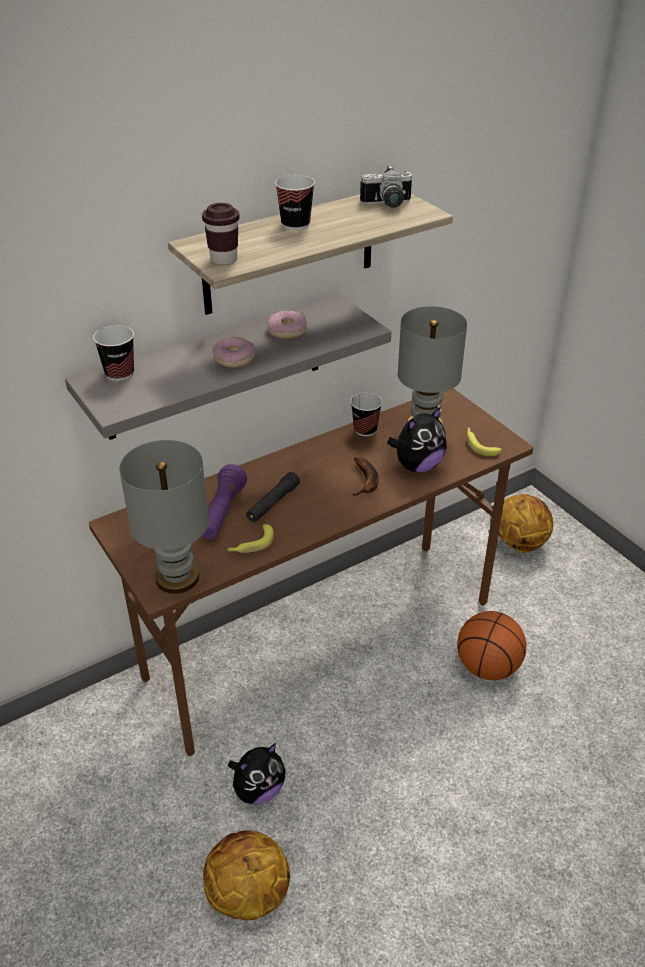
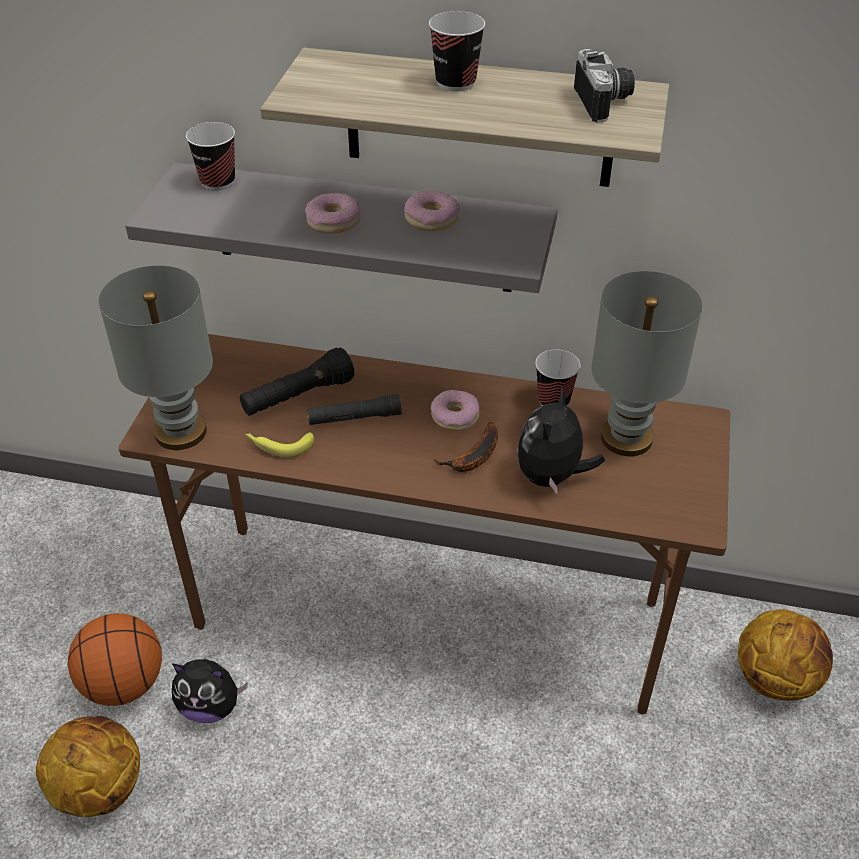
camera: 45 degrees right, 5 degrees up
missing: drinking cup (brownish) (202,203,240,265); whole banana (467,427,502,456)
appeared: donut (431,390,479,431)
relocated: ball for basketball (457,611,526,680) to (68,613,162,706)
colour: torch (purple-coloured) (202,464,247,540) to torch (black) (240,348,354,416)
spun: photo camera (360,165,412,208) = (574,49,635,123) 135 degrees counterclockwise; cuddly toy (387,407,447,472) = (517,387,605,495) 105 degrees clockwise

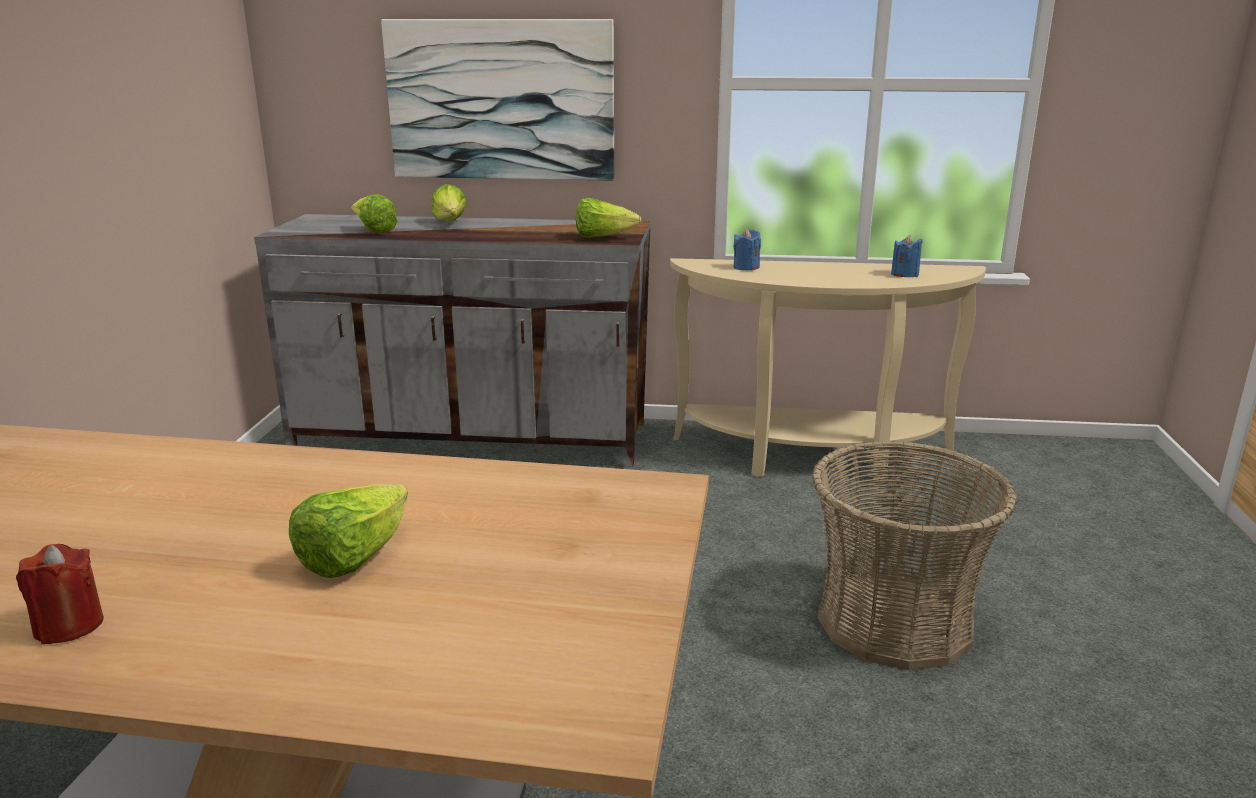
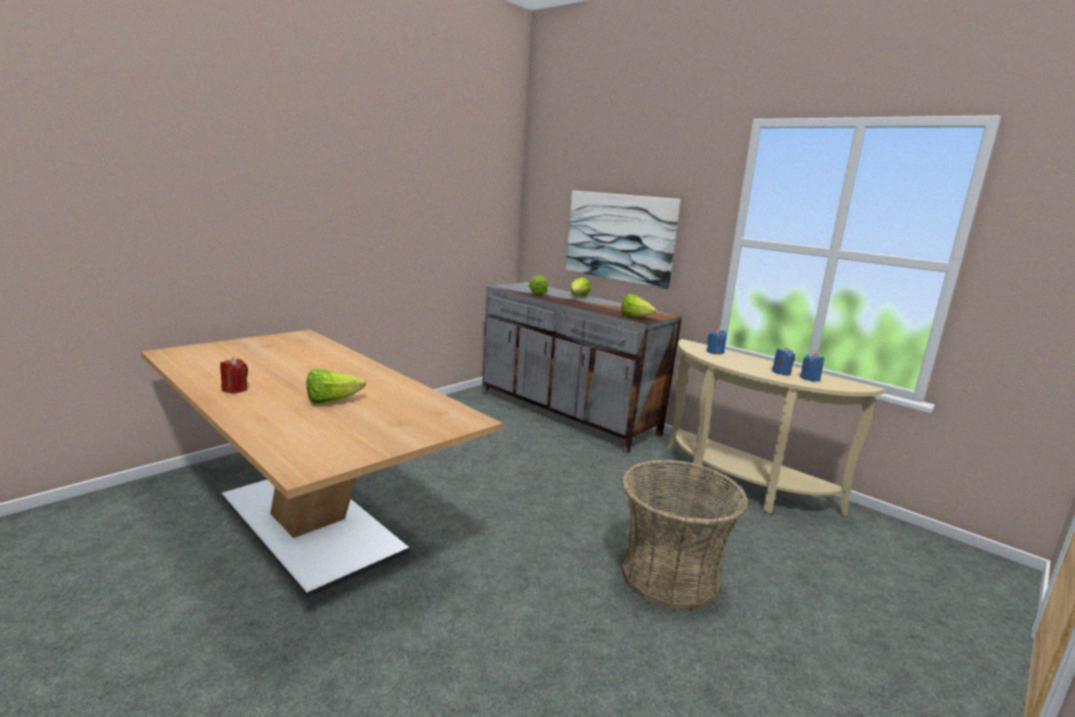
camera: 35 degrees right, 5 degrees down
appeared: candle (blue-coloured) (772,347,795,375)

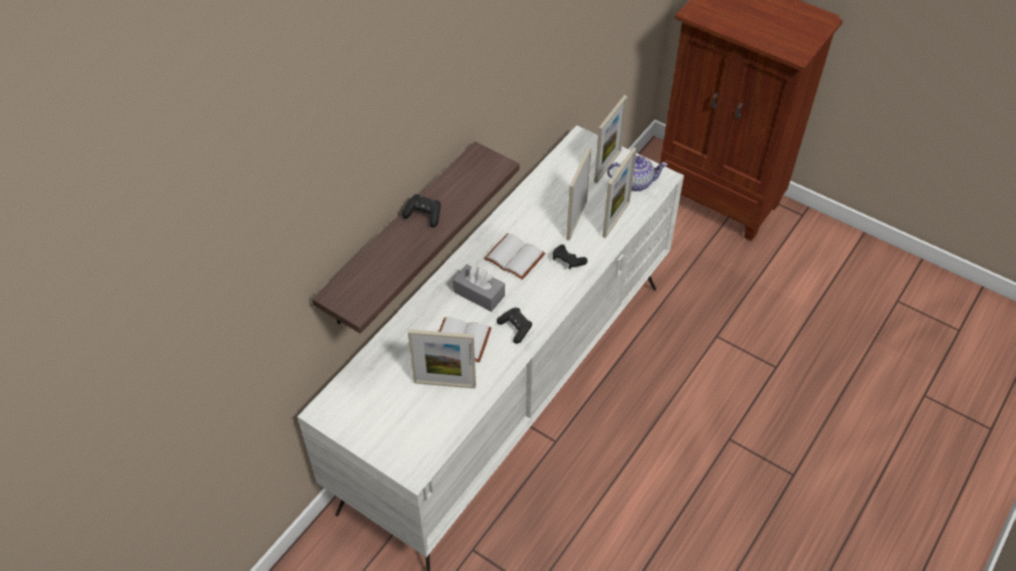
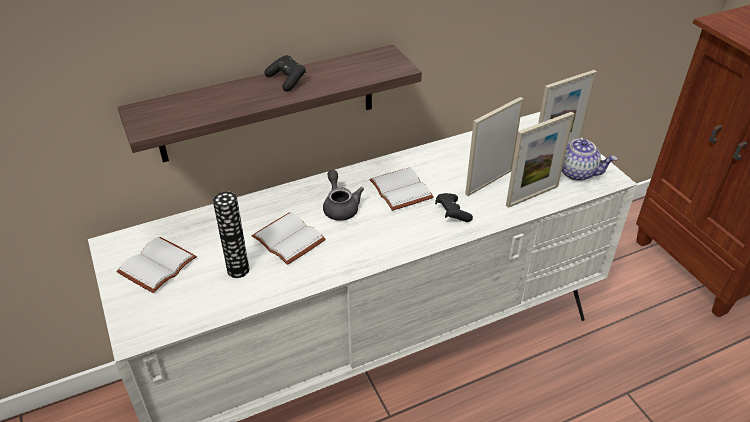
camera: 30 degrees right, 10 degrees down
missing: gamepad (black) (497,308,532,344)
appeared: bound book (whitish) (116,237,197,293)
exchanged: standing frame (408,329,476,389) to vase (213,192,249,278); box of tissues (grey) (453,264,505,312) to tea pot (grey) (323,170,364,221)

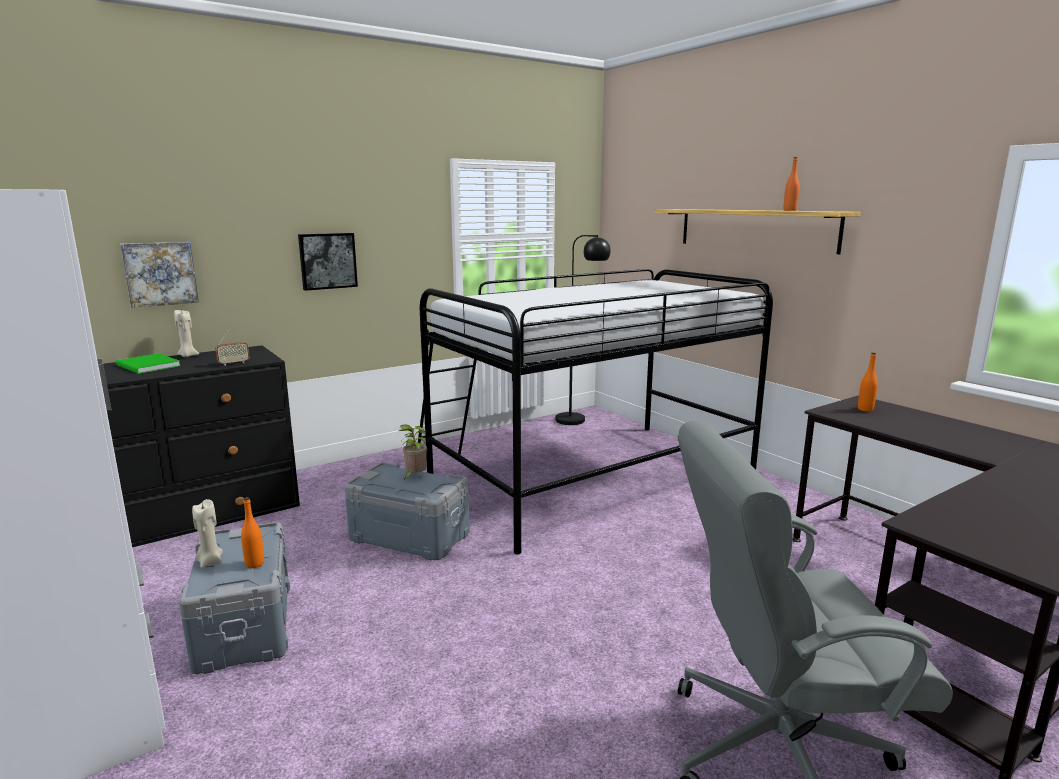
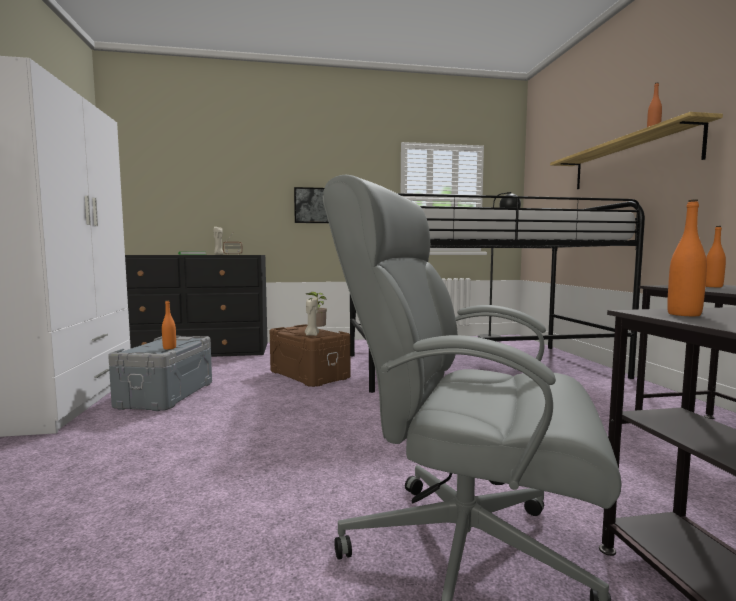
camera: 25 degrees right, 10 degrees down
missing: wall art (120,242,199,308)
appeared: beverage bottle (orangey) (667,199,707,316)
relocated: candle (sand-coloured) (192,499,223,568) to (305,298,319,336)
colour: storage bin (grey) (344,462,470,560) to storage bin (brownish) (270,324,350,387)

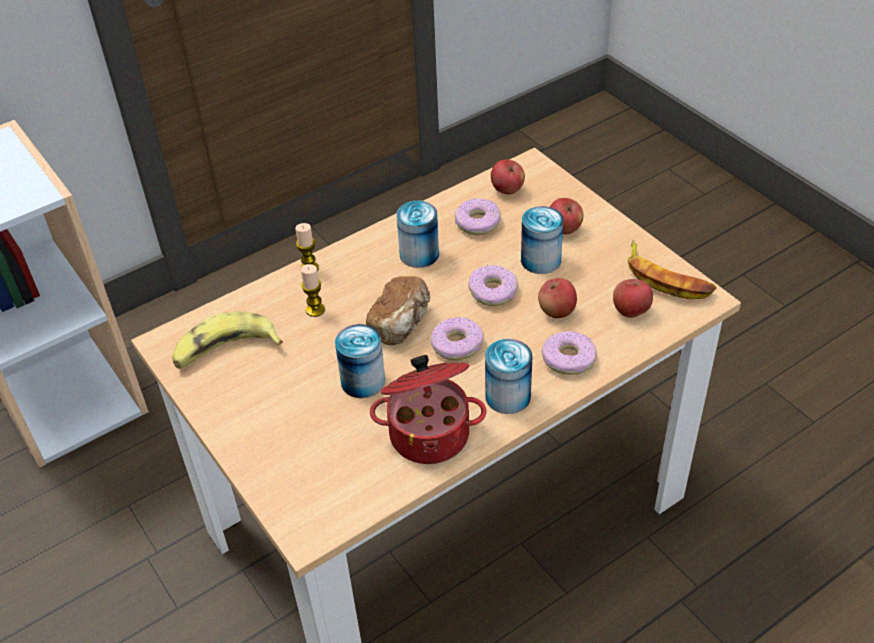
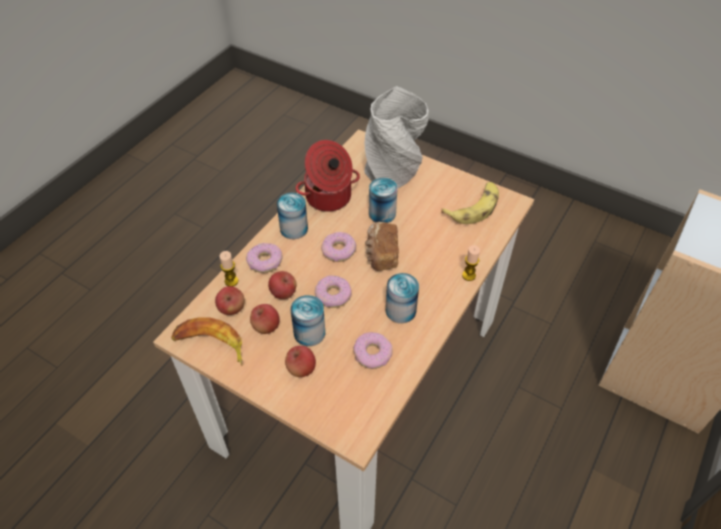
camera: 155 degrees right, 5 degrees up
appeared: vase (grey) (364,86,429,188)
relocated: candle (301,264,325,317) to (220,251,238,286); apple (491,160,525,194) to (250,304,279,334)

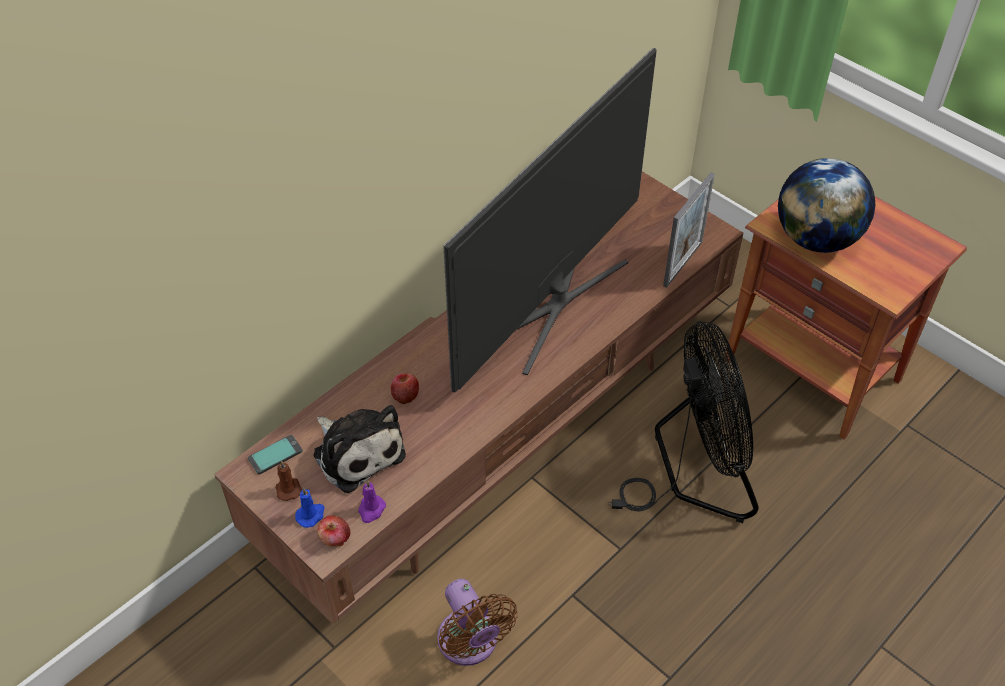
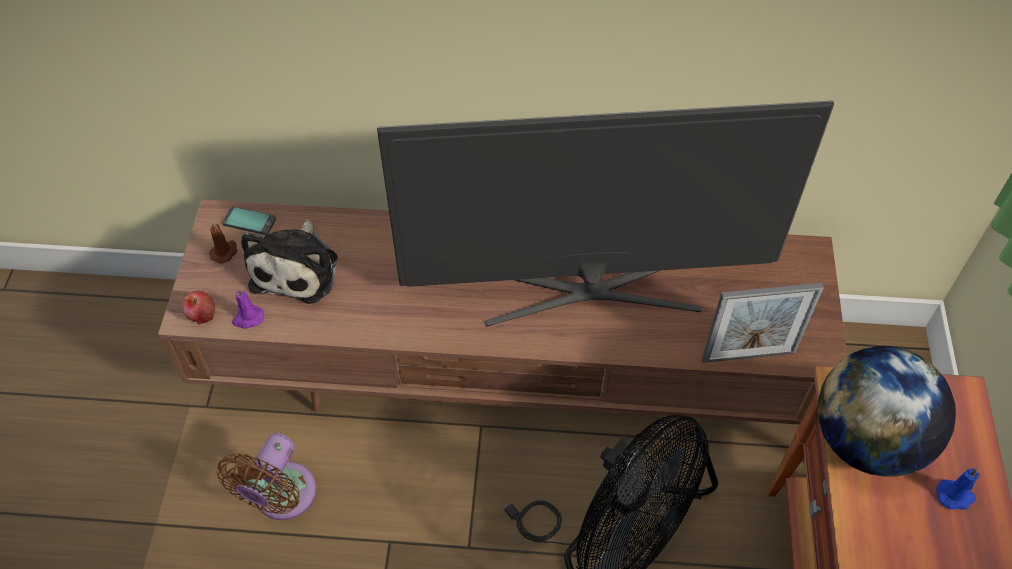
camera: 50 degrees right, 5 degrees up
missing: apple (391,373,419,404)
relocated: candle (blue-coloured) (295,487,325,528) to (936,468,980,510)

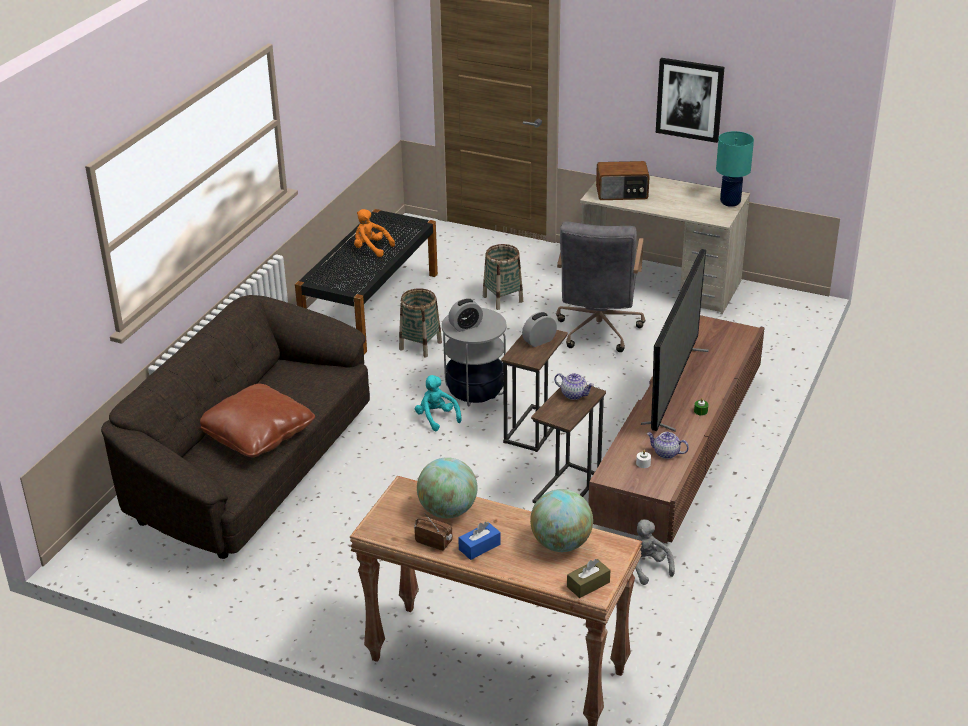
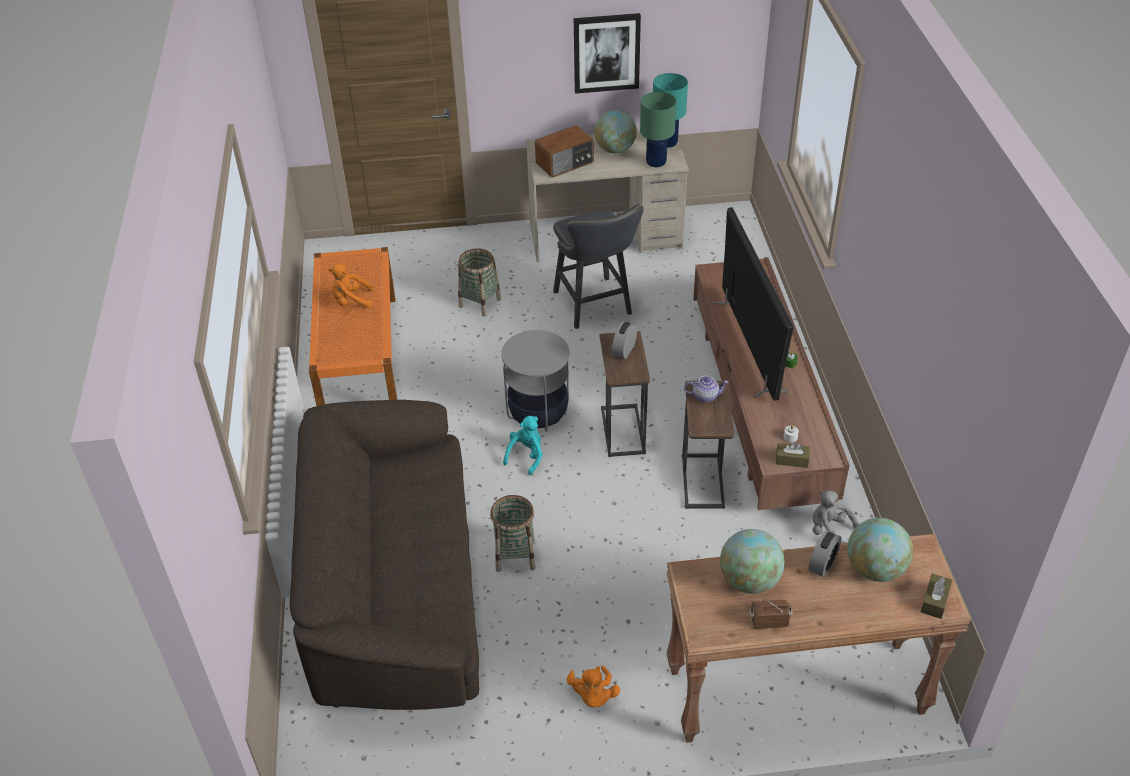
camera: 30 degrees left, 10 degrees up
missing: throw pillow (brownish) (200,384,315,457); box of tissues (blue-coloured) (458,522,501,560); tea pot (647,432,689,459)
appeared: cuddly toy (orangey) (567,666,620,708); desk globe (594,110,637,153); tabletop lamp (green) (640,92,676,167); box of tissues (brownish) (776,442,810,468)
relocated: basket (399,288,442,357) to (490,495,536,572); alarm clock (448,298,483,332) to (808,530,841,577)
exchanged: computer chair (grey) (556,221,646,352) to stool seat (grey) (553,204,644,329)
colour: long seat (black) (295,209,438,354) to long seat (orangey) (309,247,397,406)
spun: cuddly toy (turquoise-coloured) (415,375,462,431) = (503,416,542,475) 90 degrees clockwise

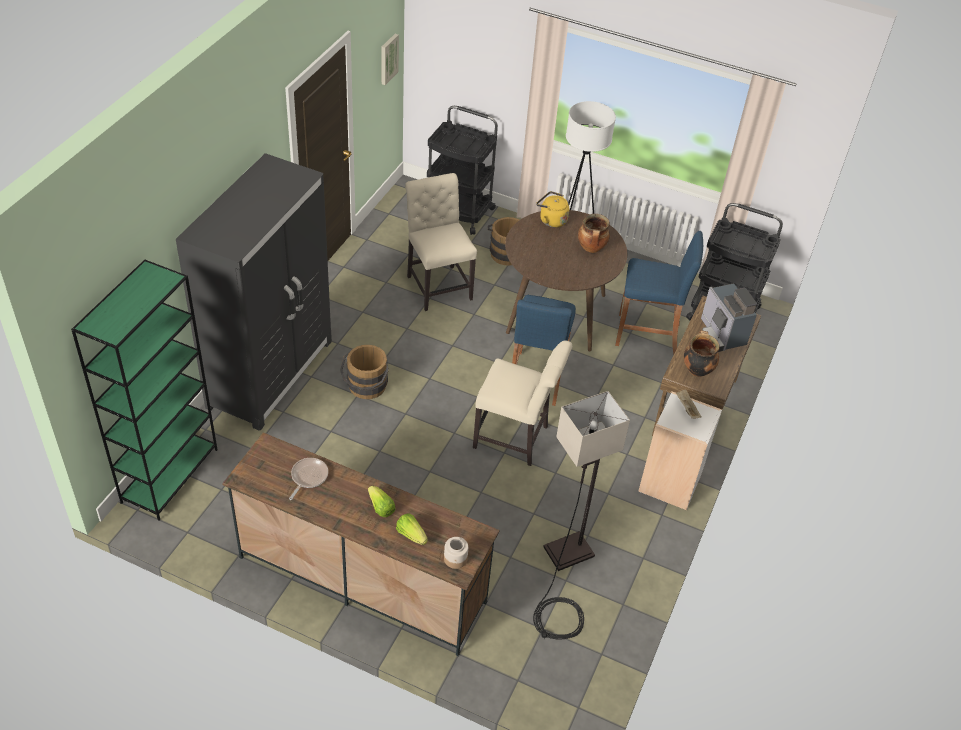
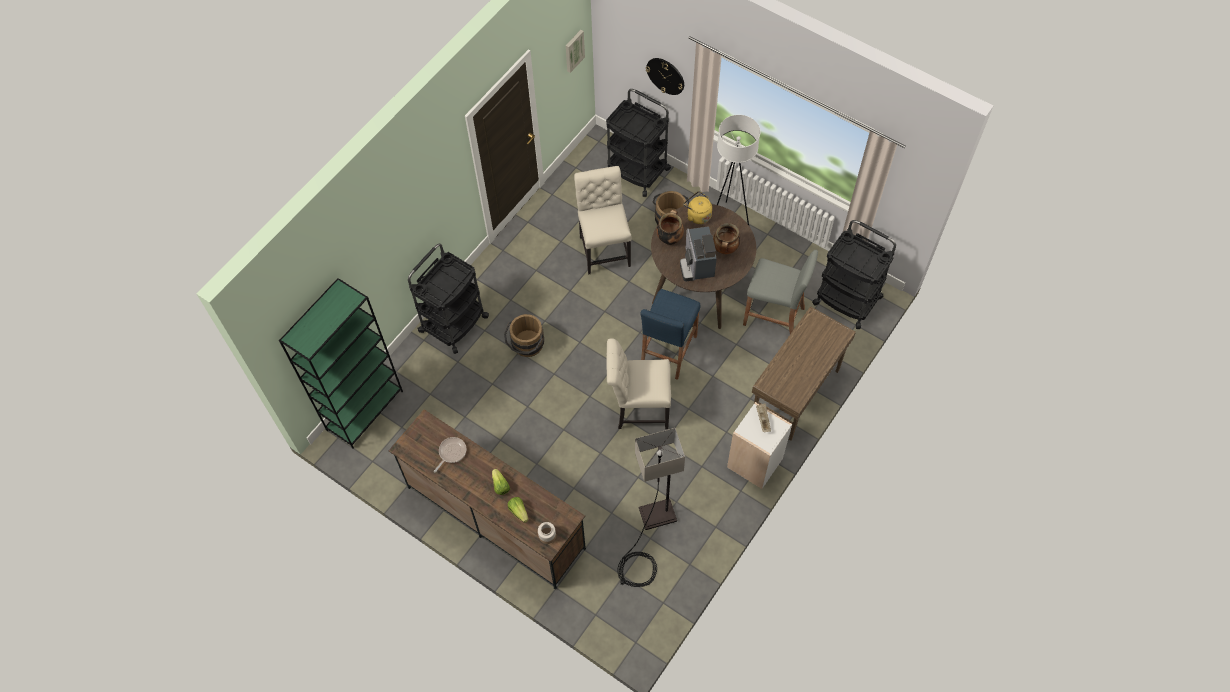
camera: 15 degrees right, 15 degrees up
appeared: clock on the wall (646,58,684,95)
relocated: cooking pot (684,330,720,377) to (657,210,684,245); coffee brewer (701,283,757,352) to (680,226,717,281)
exchanged: storage cabinet (black) (176,153,332,431) to cart (black) (408,244,489,354)
colour: stool seat (blue-coloured) (615,231,703,355) to stool seat (grey) (743,250,818,334)
spun: chair (sand-coloured) (473,341,572,466) = (606,338,671,429) 150 degrees clockwise

